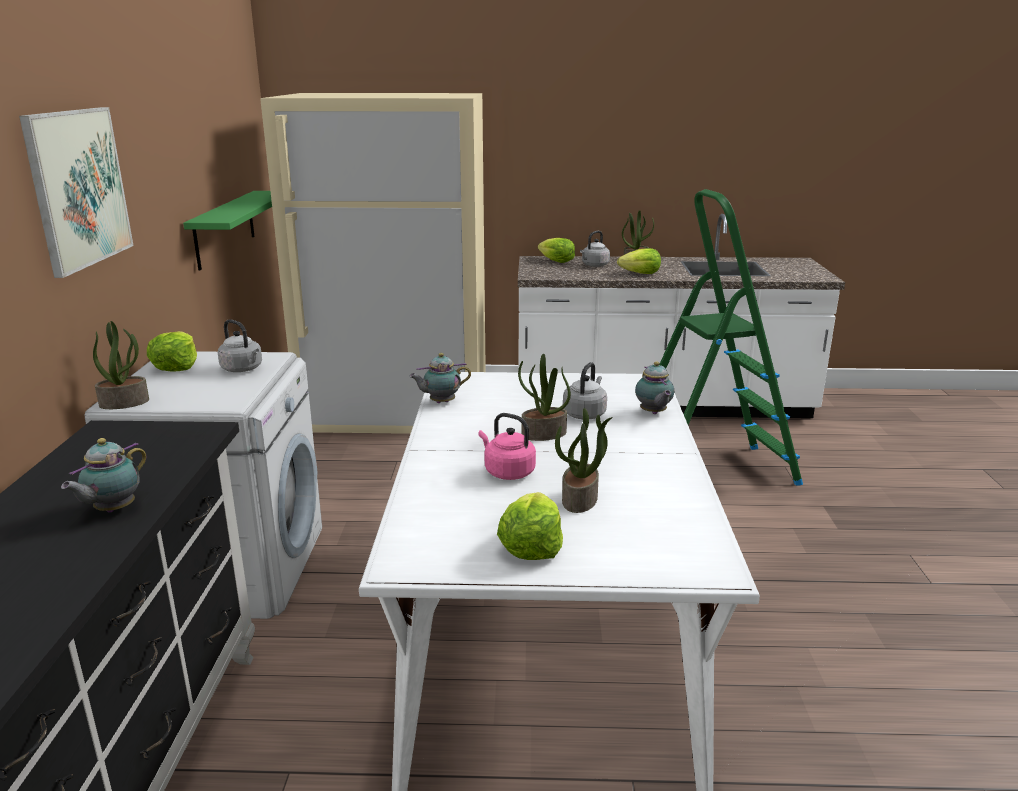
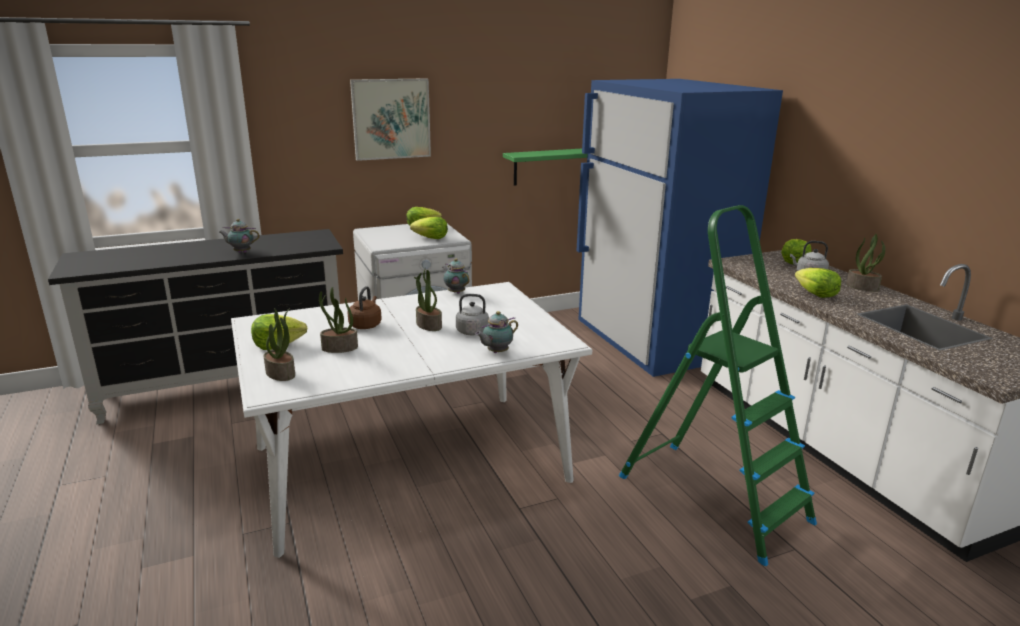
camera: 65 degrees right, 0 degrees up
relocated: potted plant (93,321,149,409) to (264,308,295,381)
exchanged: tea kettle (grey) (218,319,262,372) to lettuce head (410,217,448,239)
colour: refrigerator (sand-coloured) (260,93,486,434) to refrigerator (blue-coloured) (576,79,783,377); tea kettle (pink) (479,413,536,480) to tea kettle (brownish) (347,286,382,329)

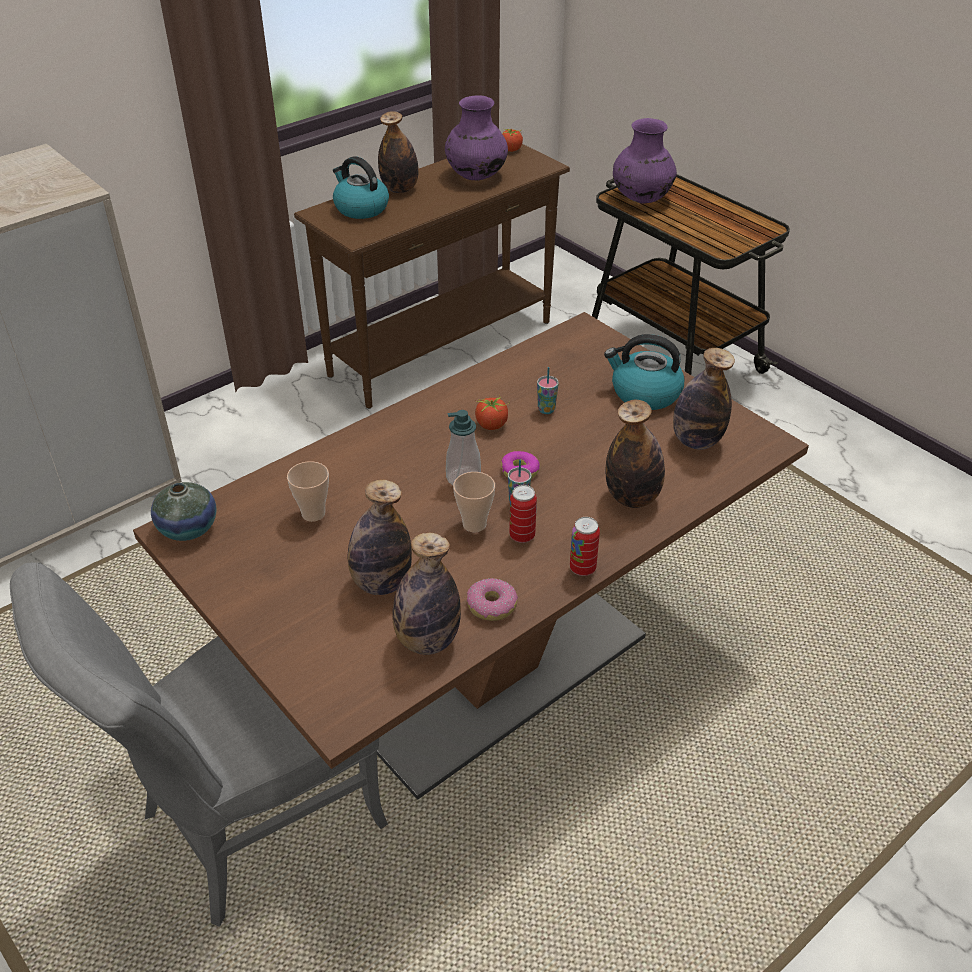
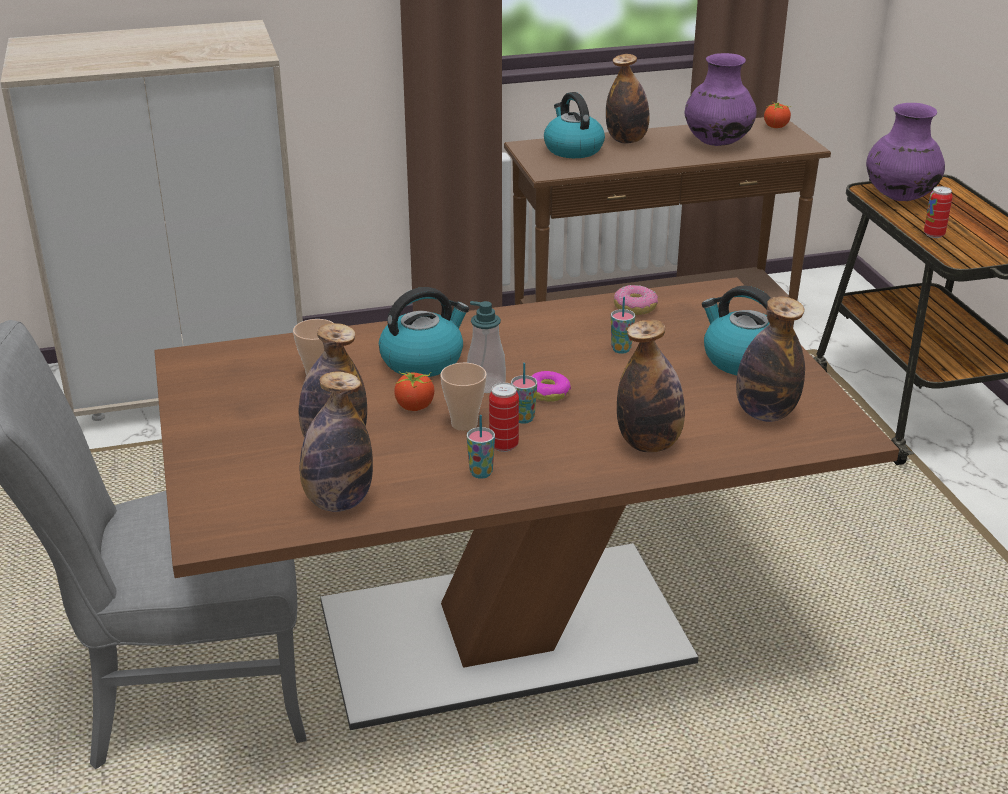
camera: 25 degrees right, 10 degrees down
missing: vase (151,482,216,541)
appeared: tea kettle (379,287,469,377); drinking cup (467,415,495,479)
relocated: donut (467,578,518,621) to (614,285,658,315); fresh tomato (475,397,510,430) to (394,371,434,411); can (570,517,600,576) to (924,186,953,238)

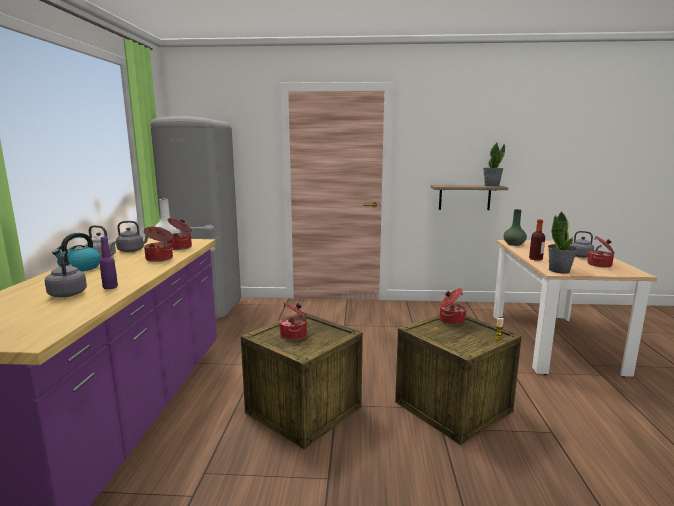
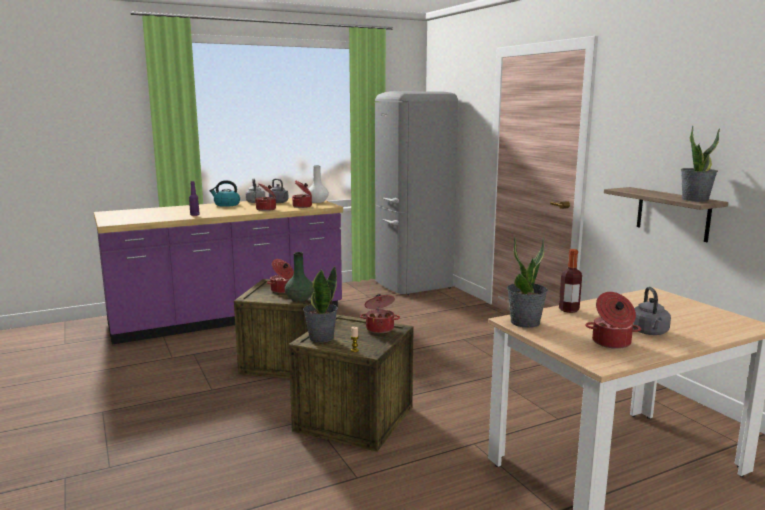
camera: 60 degrees right, 0 degrees up
missing: tea kettle (grey) (45,251,87,297)
appeared: potted plant (303,266,338,343)
relocated: vase (green) (504,209,527,246) to (285,252,314,302)

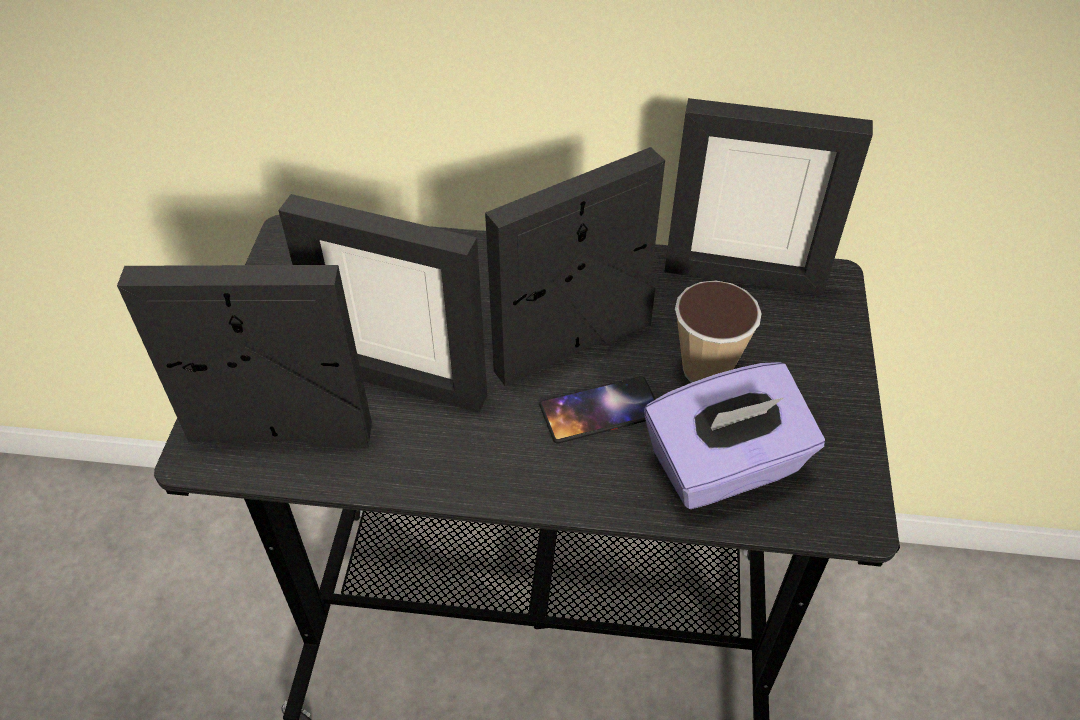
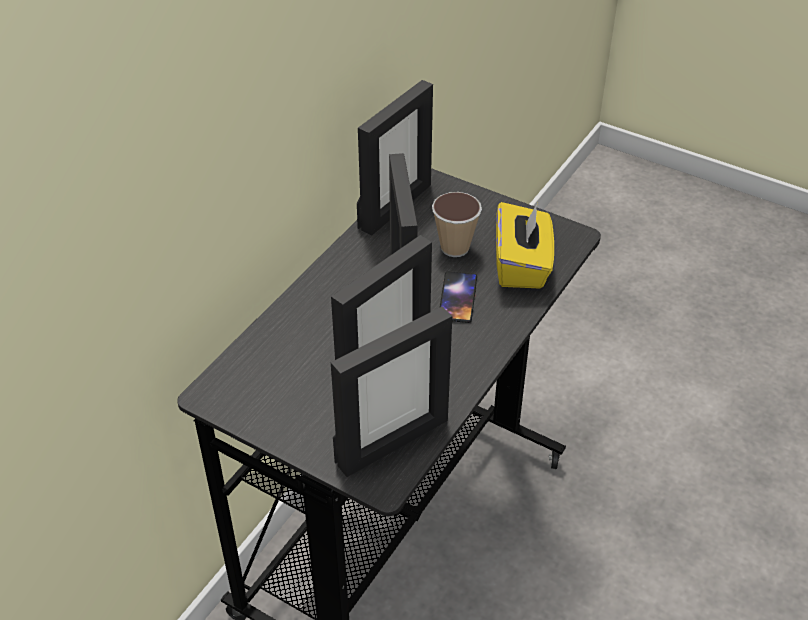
camera: 65 degrees left, 5 degrees down
colour: box of tissues (purple-coloured) (644,362,825,509) to box of tissues (yellowish) (496,202,554,288)
spun: standing frame (117,265,372,448) = (331,307,452,477) 150 degrees counterclockwise

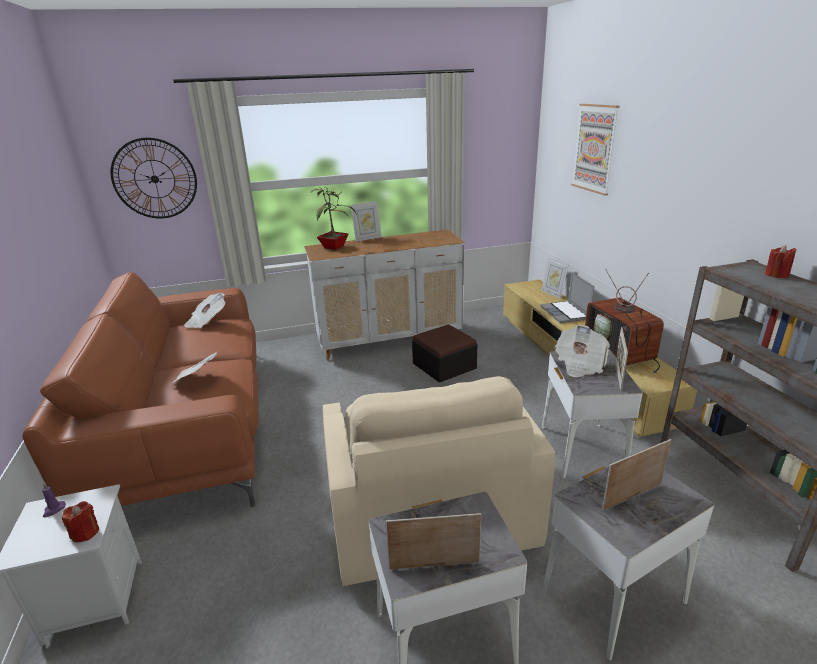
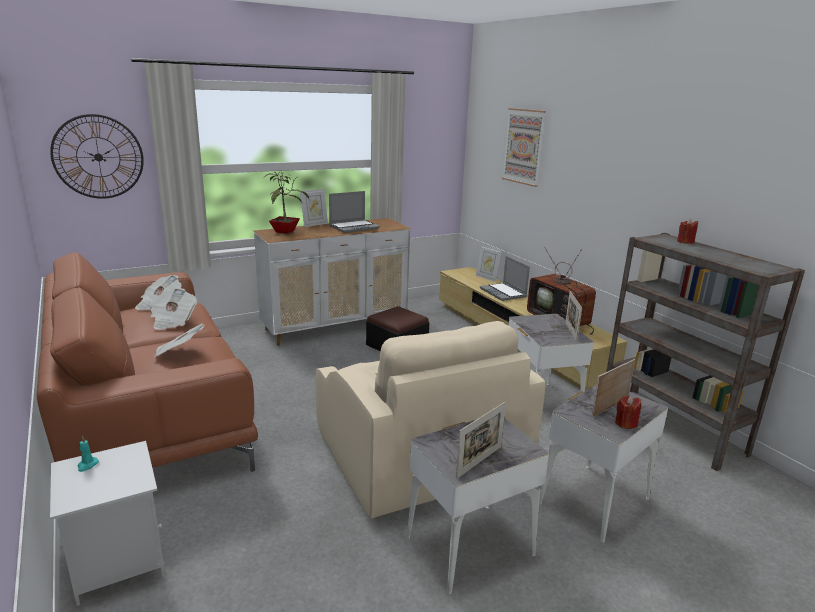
camera: 15 degrees left, 5 degrees down
appeared: notebook computer (329,191,380,233)
relocated: candle (reddish) (62,501,99,542) to (615,396,641,429); printed paper (555,325,610,377) to (150,288,197,330)
colour: candle (purple-coloured) (42,483,66,517) to candle (turquoise-coloured) (78,436,99,472)
spun: standing frame (386,513,481,570) = (456,402,506,479) 150 degrees clockwise

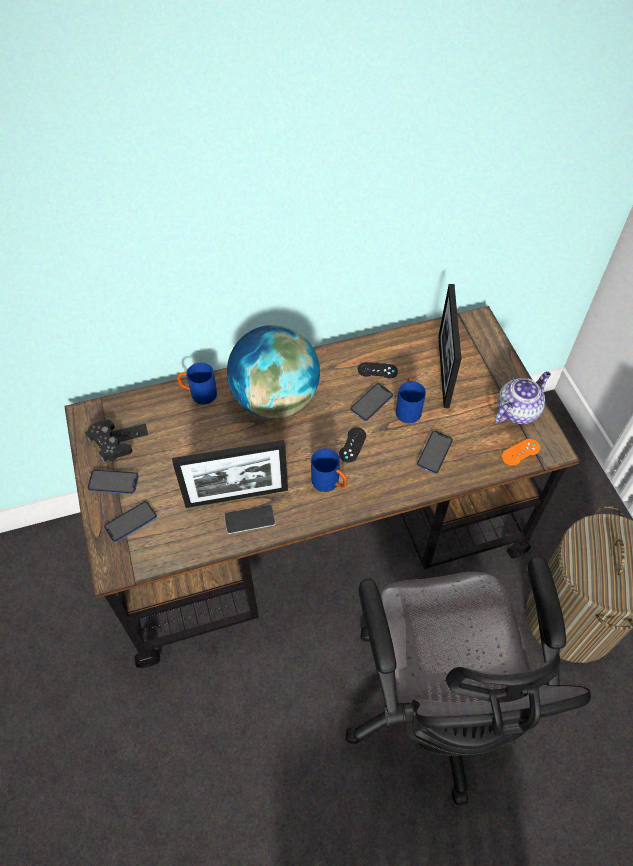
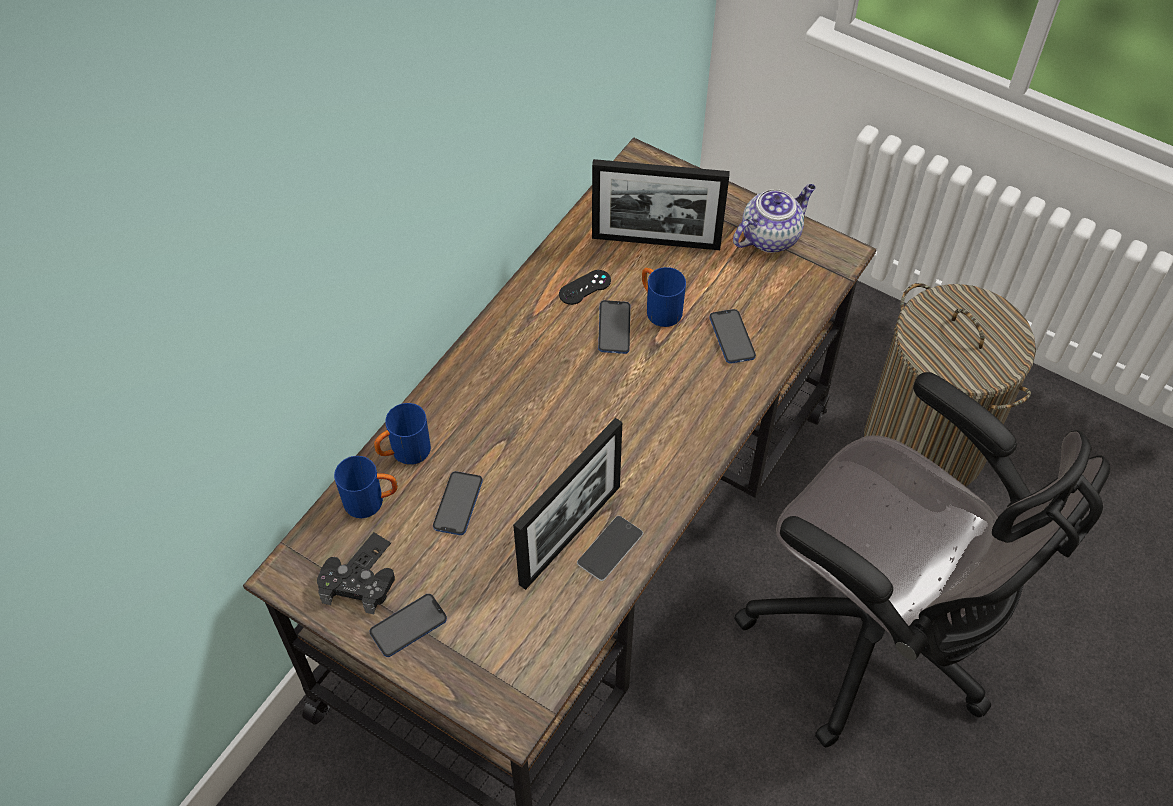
camera: 40 degrees left, 0 degrees up
missing: desk globe (227,325,320,418); gamepad (black) (339,427,366,463); gamepad (orangey) (502,439,540,466)
relocated: phone (104,501,157,542) to (433,471,483,535); mug (blue-coloured) (311,448,347,492) to (334,456,398,518)
spun: standing frame (438,284,462,408) = (592,159,730,250) 45 degrees counterclockwise; tea pot (495,371,551,424) = (733,184,816,253) 45 degrees clockwise

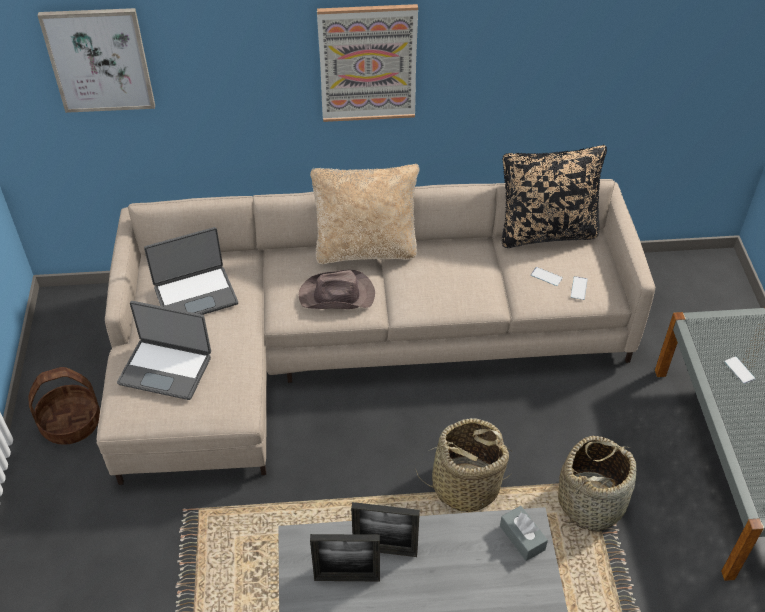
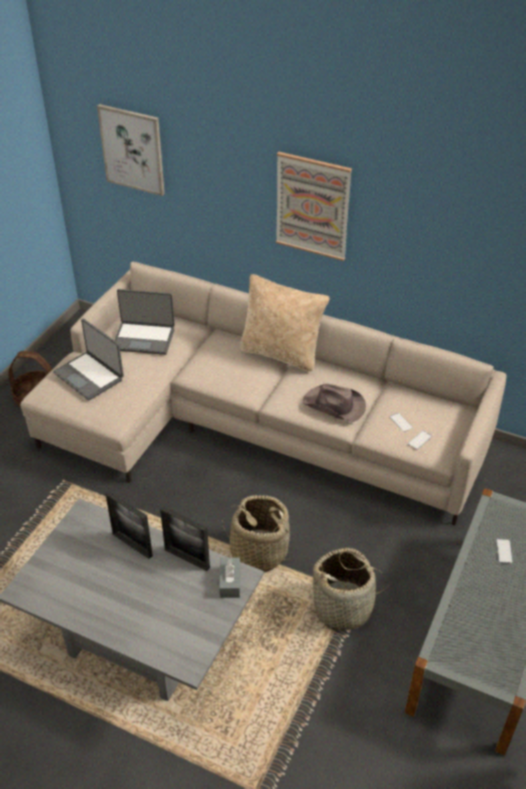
camera: 30 degrees right, 5 degrees down
missing: throw pillow (black) (502,145,607,248)
relocated: hat (brownish) (299,269,375,309) to (303,384,366,422); standing frame (310,534,380,581) to (160,506,210,571)

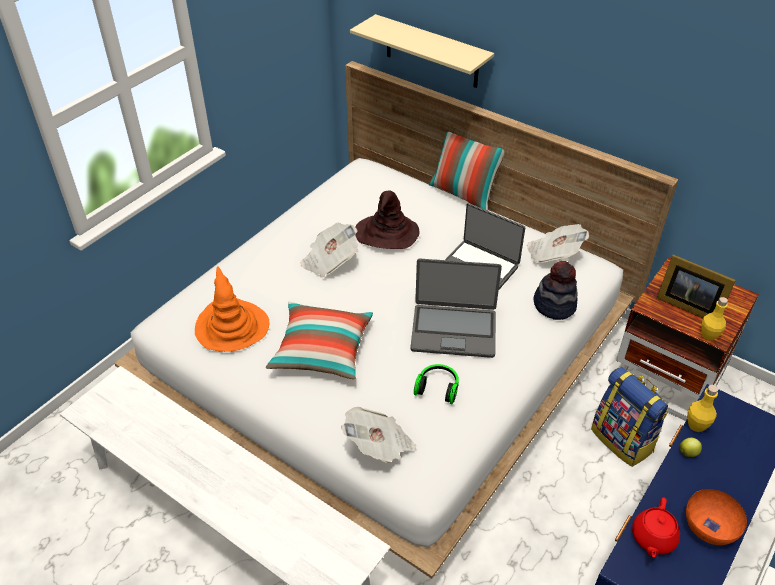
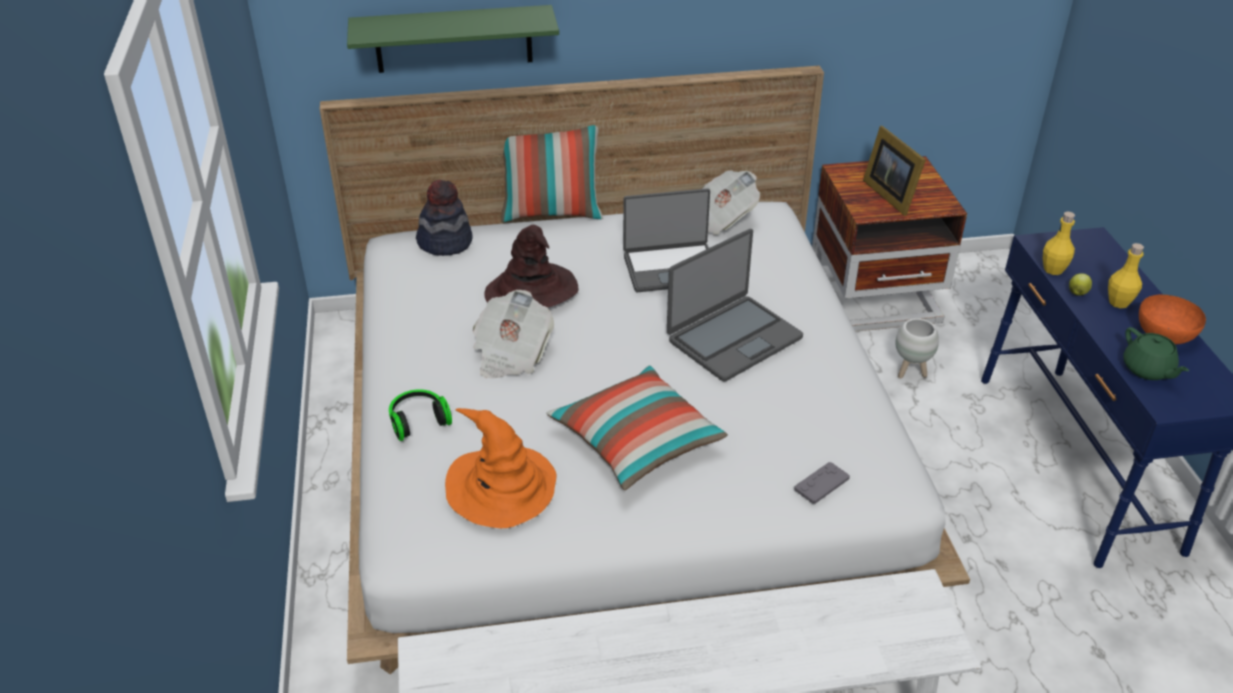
camera: 45 degrees left, 5 degrees down
relocated: headset (414,364,459,404) to (389,389,452,441); hat (534,261,577,320) to (416,180,472,256); beverage bottle (yellowish) (701,297,728,341) to (1108,243,1144,308)
exchanged: printed paper (341,407,416,463) to gamepad (grey) (794,462,850,504); knapsack (591,367,669,467) to planter (whitish) (895,318,939,378)
colour: shelf (sand-coloured) (350,14,494,88) to shelf (green) (347,5,559,73); tea pot (reddish) (632,497,680,557) to tea pot (green) (1123,327,1189,380)
spun: standing frame (657,255,736,318) = (863,126,926,216) 75 degrees clockwise

